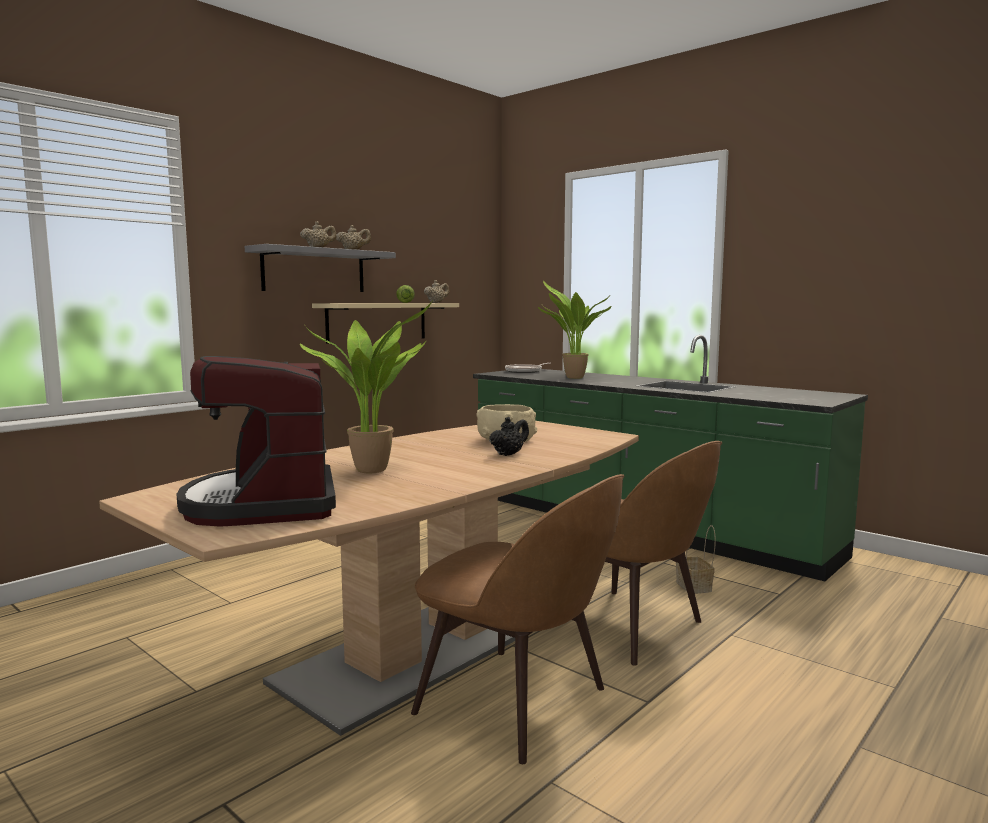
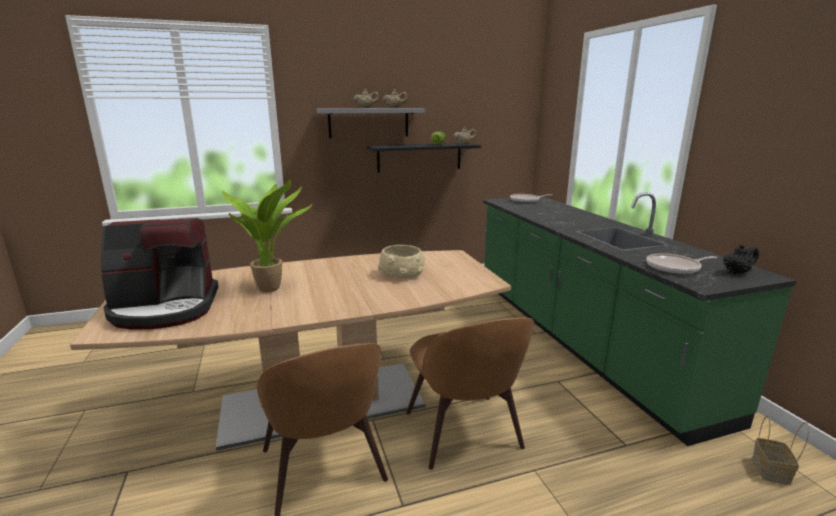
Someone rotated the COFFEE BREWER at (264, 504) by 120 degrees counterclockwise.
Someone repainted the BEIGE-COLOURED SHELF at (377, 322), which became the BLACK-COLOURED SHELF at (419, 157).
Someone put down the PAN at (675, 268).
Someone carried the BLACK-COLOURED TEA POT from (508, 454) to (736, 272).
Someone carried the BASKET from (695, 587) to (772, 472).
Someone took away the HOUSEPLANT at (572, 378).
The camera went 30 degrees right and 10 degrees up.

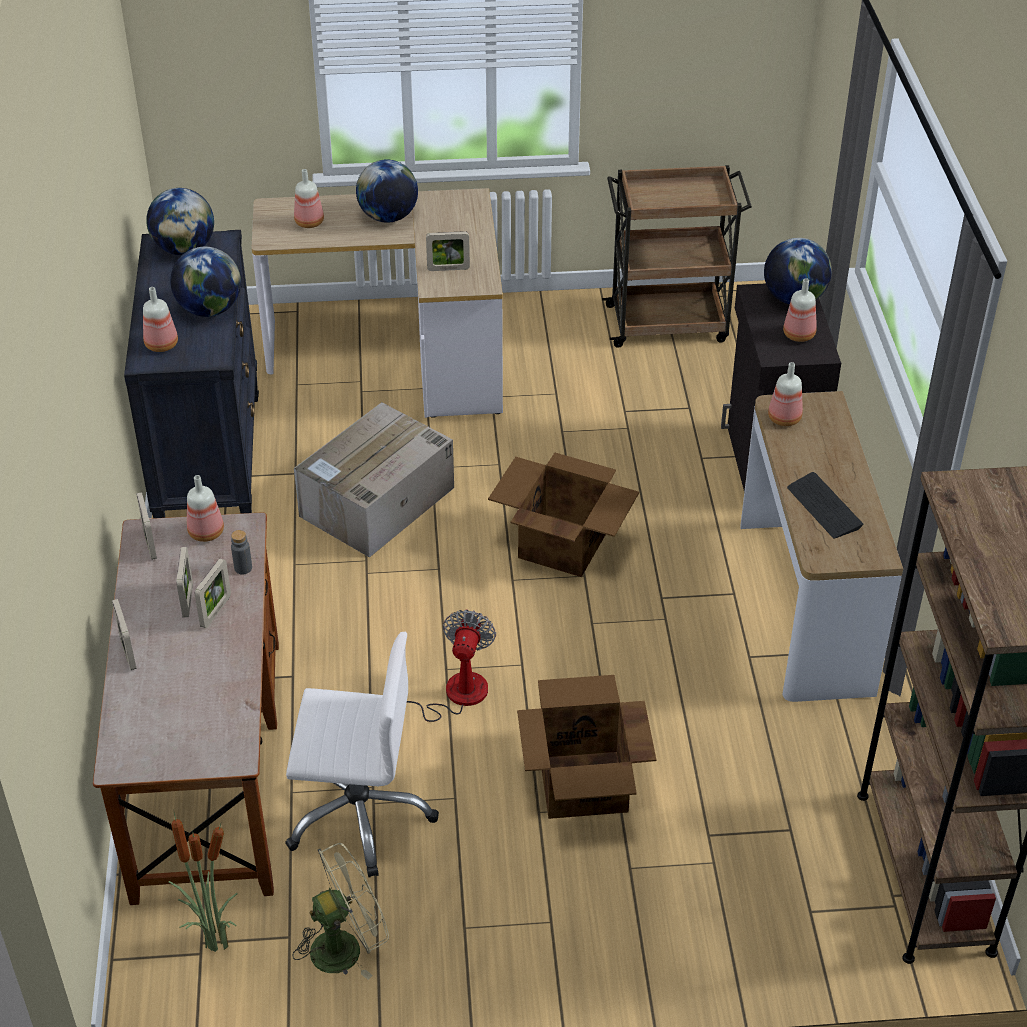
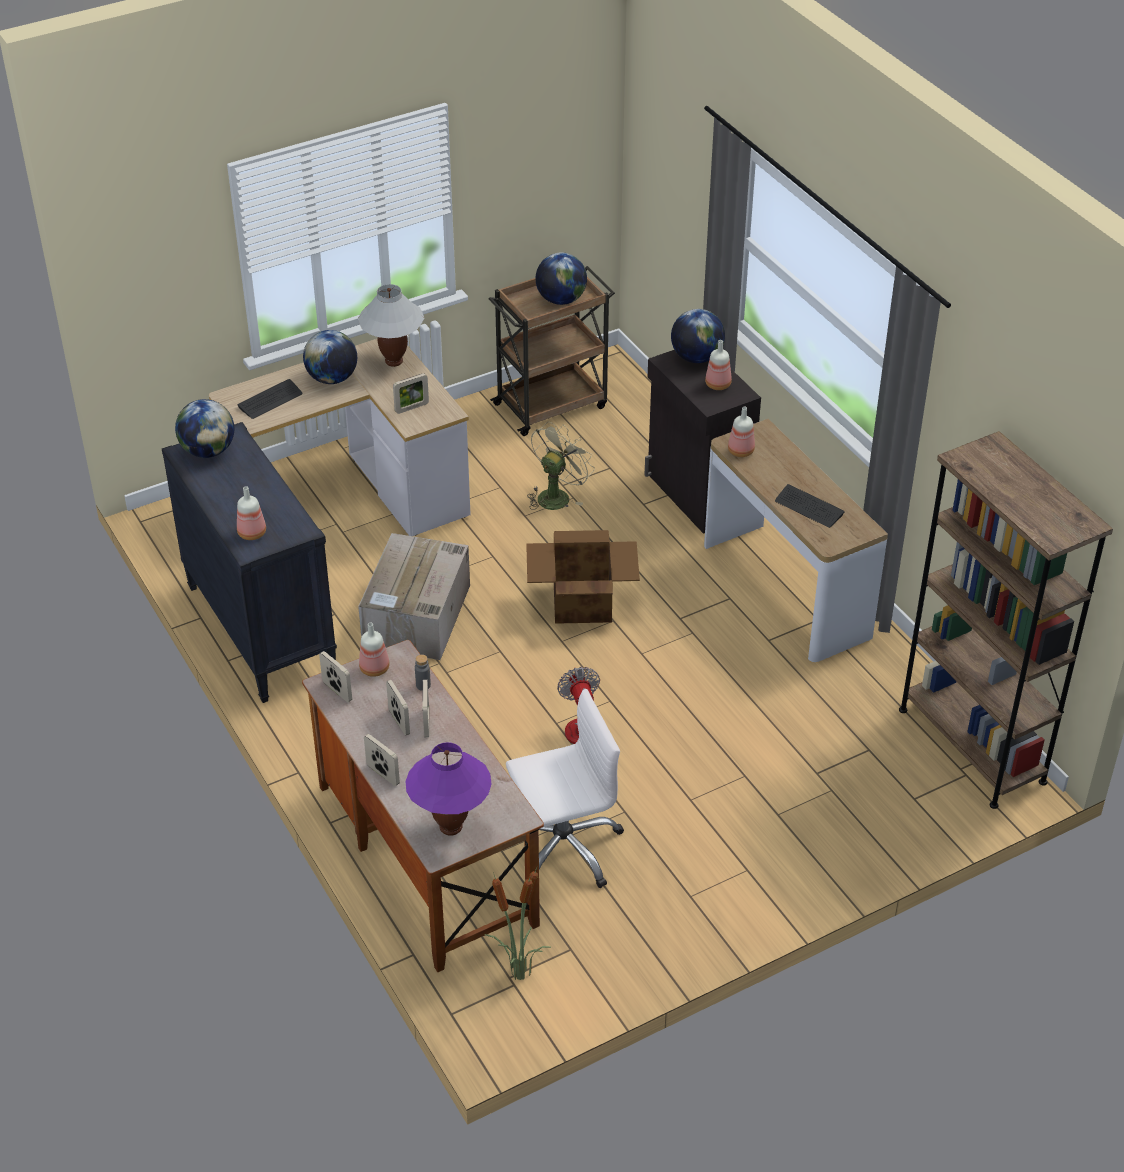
Someone swapped the DRINK BOTTLE at (310, 222) for the COMPUTER KEYBOARD at (270, 400).
Someone put down the WHITISH TABLE LAMP at (393, 362).
Someone put down the PURPLE-COLOURED TABLE LAMP at (451, 827).
Someone carried the BEIGE-COLOURED ELECTRIC FAN from (345, 945) to (557, 495).
Someone carried the DESK GLOBE from (209, 309) to (561, 300).
Someone took away the CARDBOARD BOX at (583, 785).
The camera went 25 degrees left and 0 degrees up.

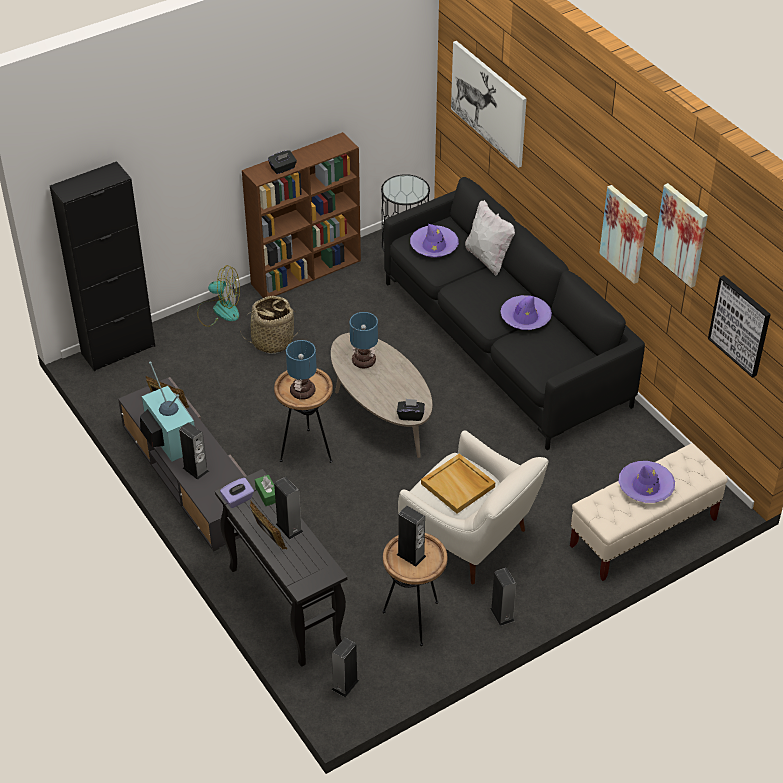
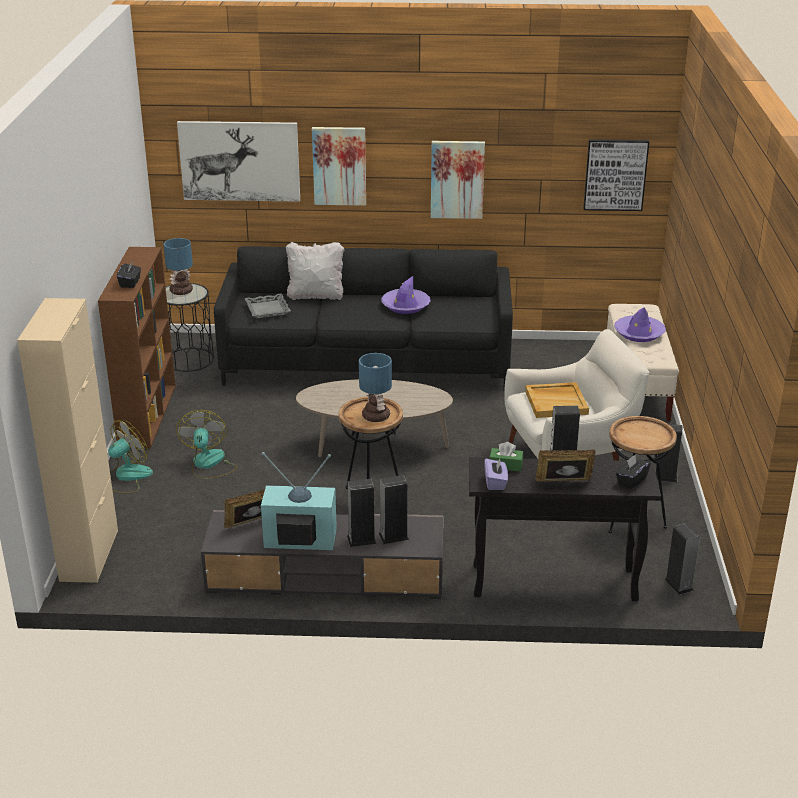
Someone repainted the BLACK-COLOURED CABINET at (118, 350), which became the BEIGE-COLOURED CABINET at (89, 555).
Someone carried the TABLE LAMP from (364, 361) to (181, 291).
Someone swapped the BASKET at (272, 341) for the ELECTRIC FAN at (209, 464).
Someone swapped the PURPLE-COLOURED CLOTHING HAT at (434, 246) for the GREY SERVING TRAY at (267, 309).
Someone carried the WALL ART from (681, 235) to (339, 166).
Someone carried the AUDIO SPEAKER from (411, 555) to (393, 536).
Someone carried the BLACK-COLOURED BOX OF TISSUES from (410, 415) to (631, 480).
The camera went 55 degrees left and 15 degrees down.

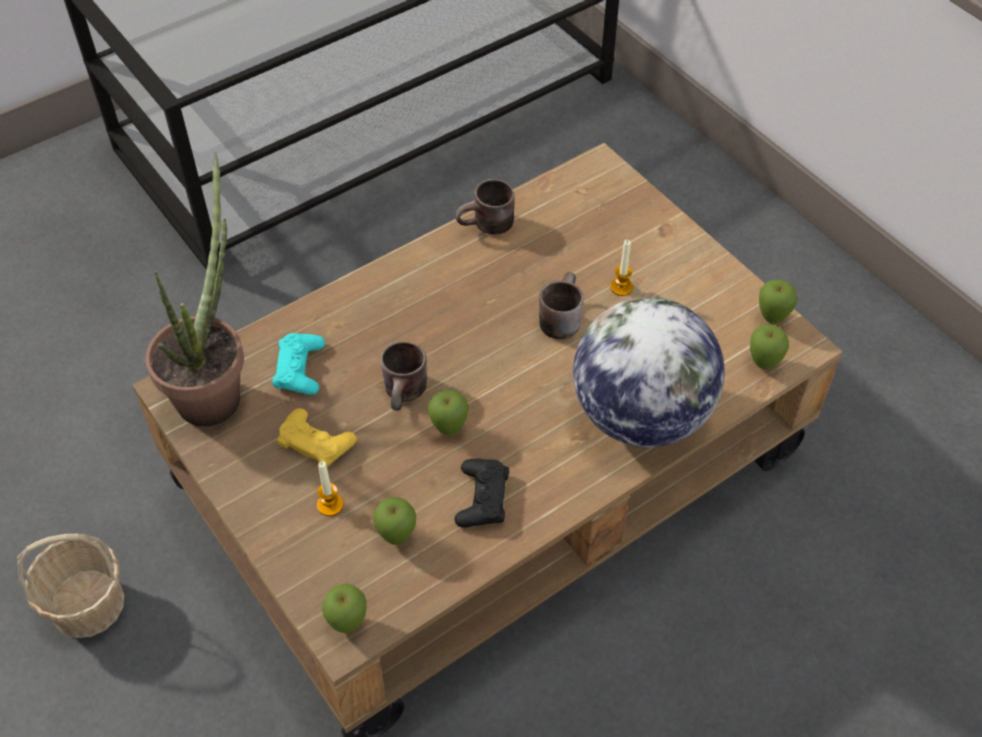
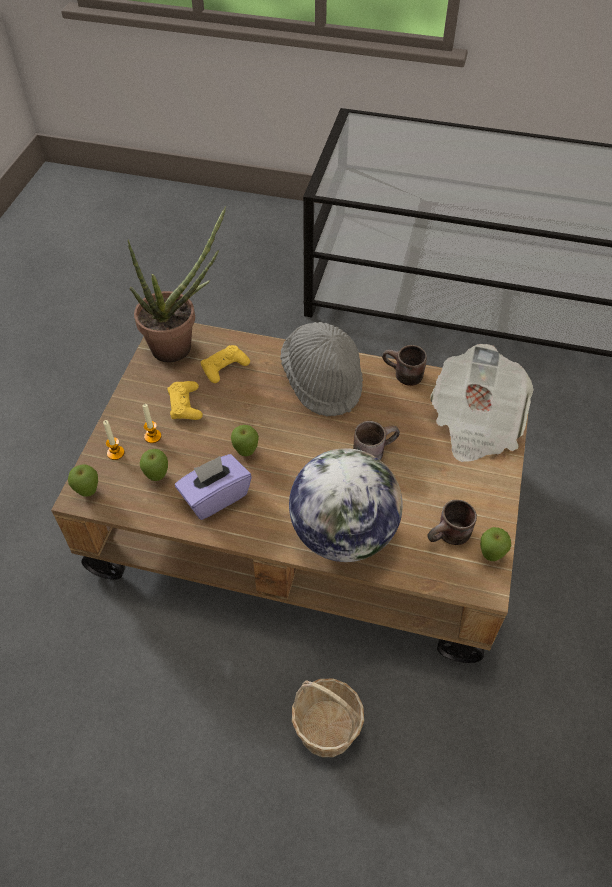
Someone carried the WAX CANDLE from (621, 287) to (115, 453).
Someone swapped the BLACK-COLOURED JOYPAD at (482, 497) for the PURPLE-COLOURED BOX OF TISSUES at (215, 496).
Someone repainted the TURQUOISE JOYPAD at (300, 368), which became the YELLOWISH JOYPAD at (224, 367).
Someone put down the GREY CLOTHING HAT at (323, 381).
Someone carried the BASKET from (86, 603) to (326, 727).
Someone carried the BROWN TEA MUG from (407, 394) to (450, 538).
Someone put down the PRINTED PAPER at (475, 423).
Someone took away the WHOLE APPLE at (763, 363).
The camera went 50 degrees right and 0 degrees up.

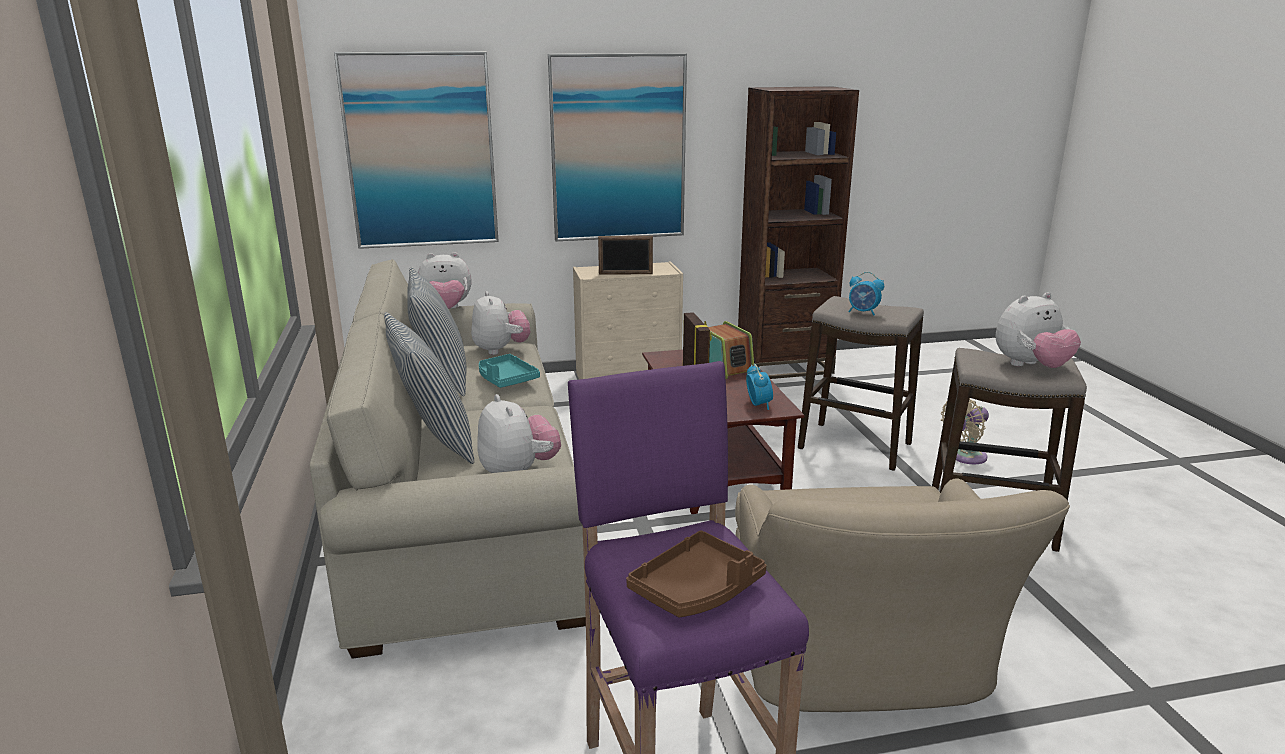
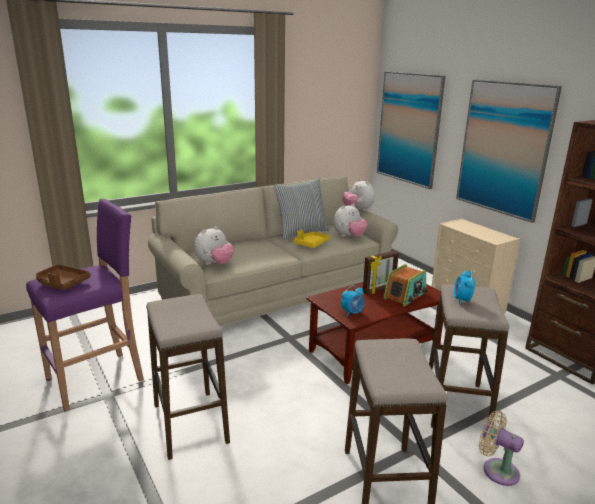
Someone swapped the BEIGE-COLOURED LOUNGE CHAIR at (859, 660) for the STOOL at (190, 424).
Someone repainted the TURQUOISE SERVING TRAY at (506, 379), which became the YELLOWISH SERVING TRAY at (311, 244).
Someone took away the THROW PILLOW at (433, 442).
Someone took away the STANDING FRAME at (625, 274).
Someone took away the SOFT TOY at (1031, 367).
The camera went 70 degrees right and 0 degrees up.

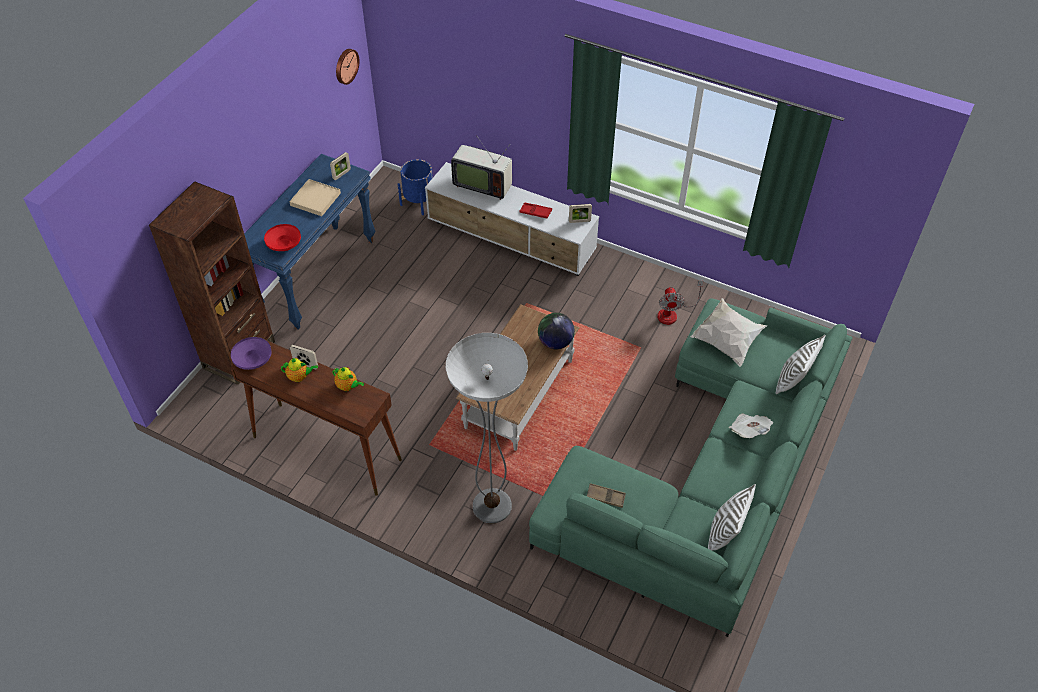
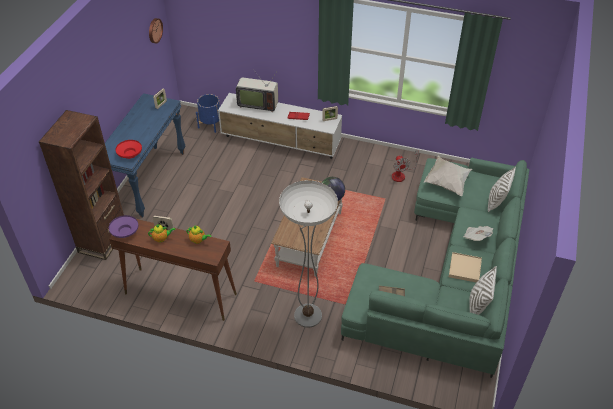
Someone carried the BEIGE-COLOURED SERVING TRAY from (315, 199) to (465, 268).
The camera went 10 degrees left and 5 degrees down.

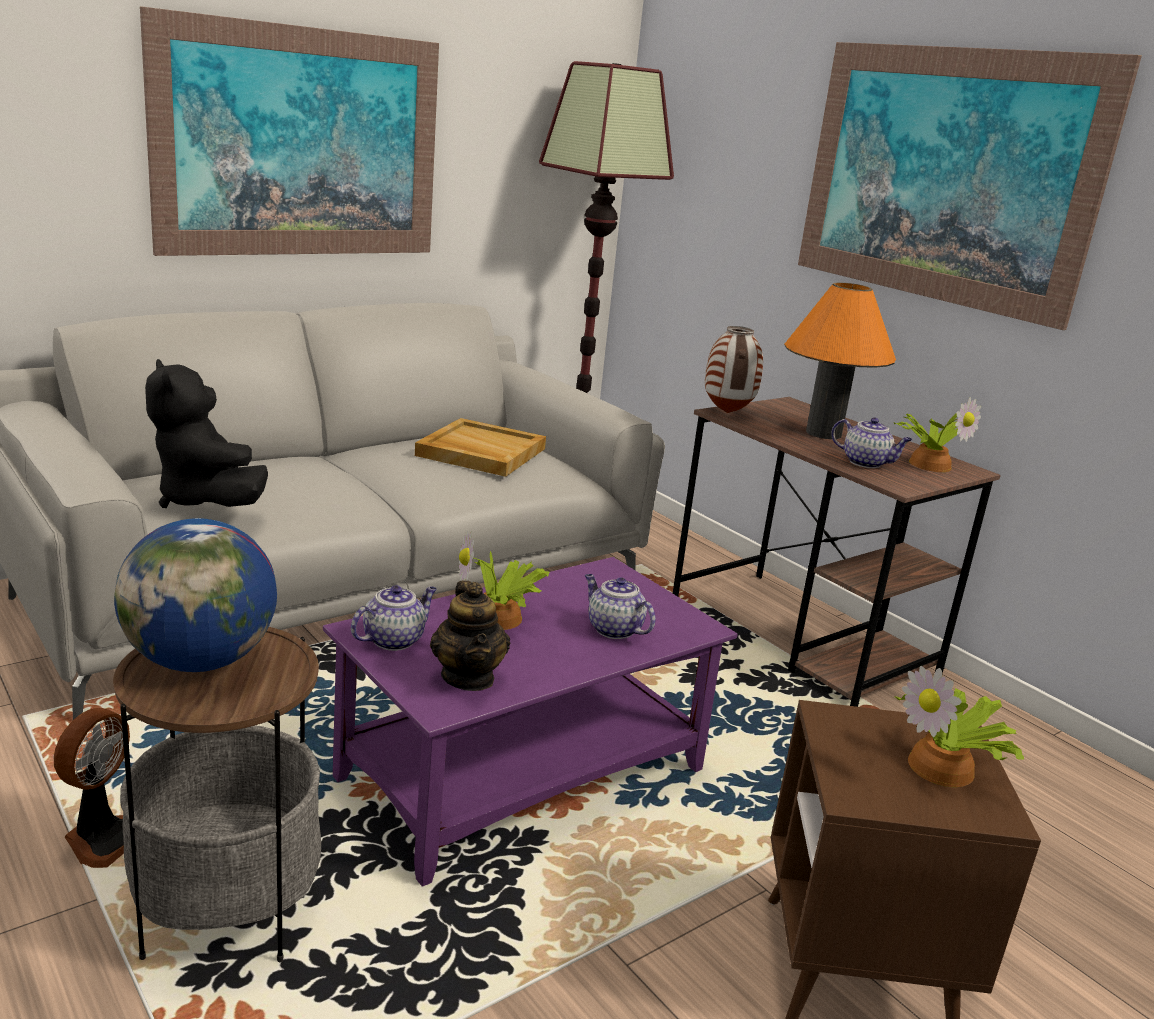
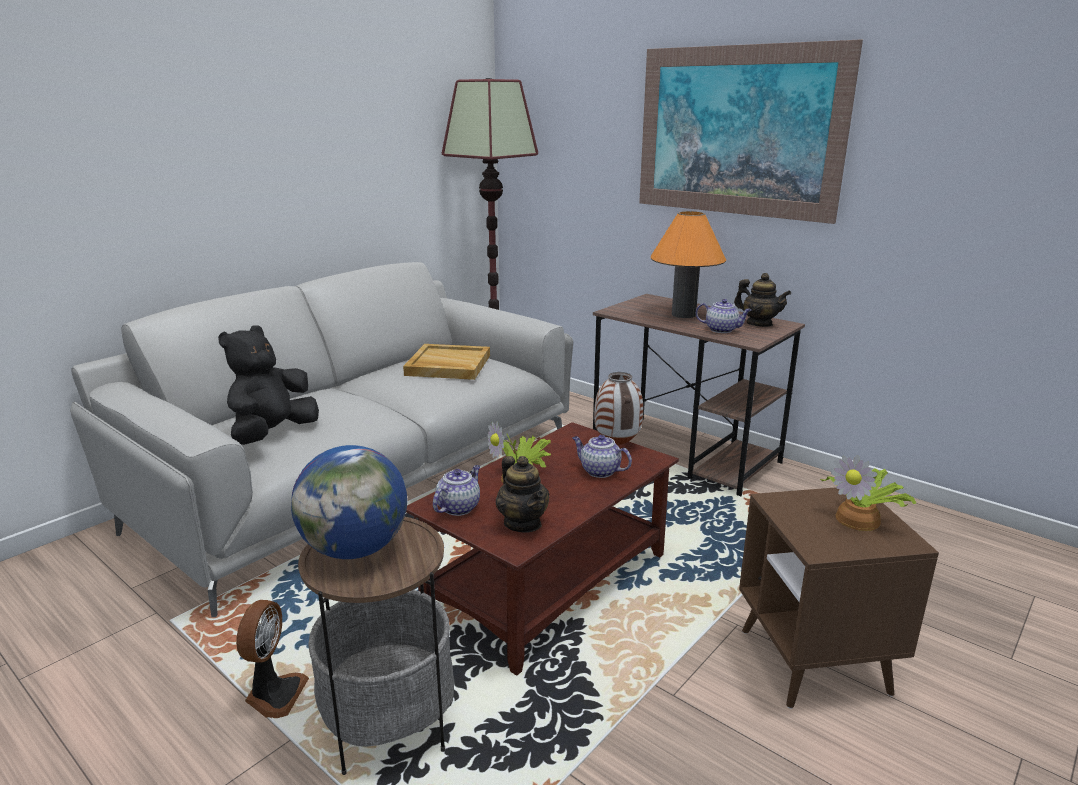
Someone rotated the BLACK-COLOURED SOFT TOY at (205, 501) by 75 degrees clockwise.
Someone repainted the PURPLE-COLOURED COFFEE TABLE at (525, 773), which became the BROWN COFFEE TABLE at (549, 582).
Someone carried the FLOWER VASE from (728, 413) to (618, 445).
Someone swapped the HOUSEPLANT at (929, 463) for the TEA POT at (759, 324).
Someone took away the WALL ART at (301, 144).
The camera went 10 degrees left and 0 degrees up.

